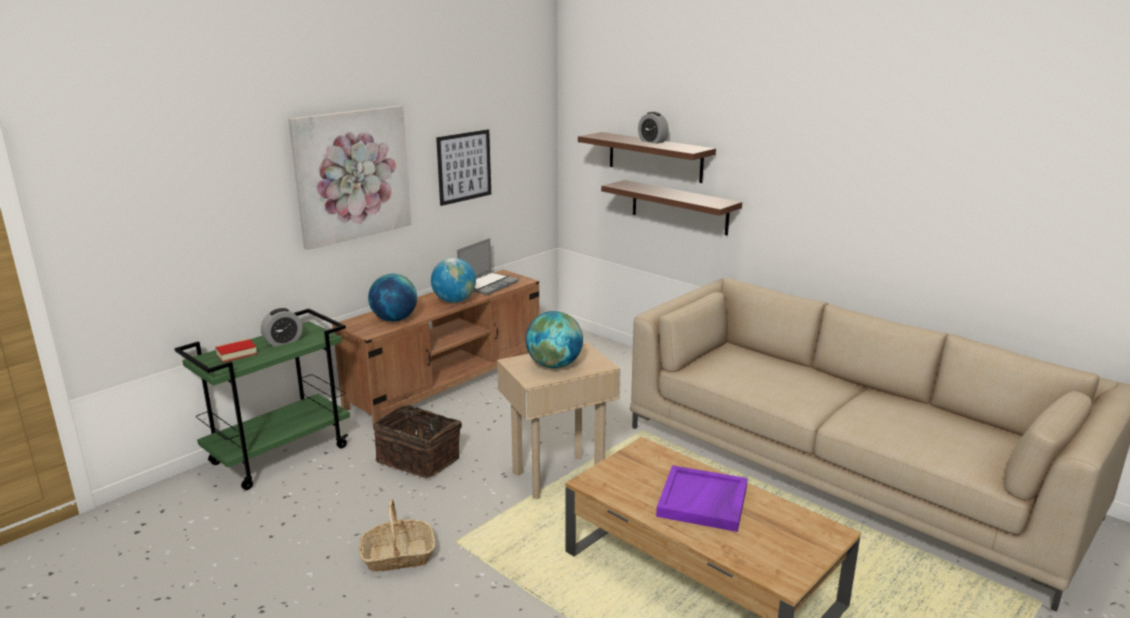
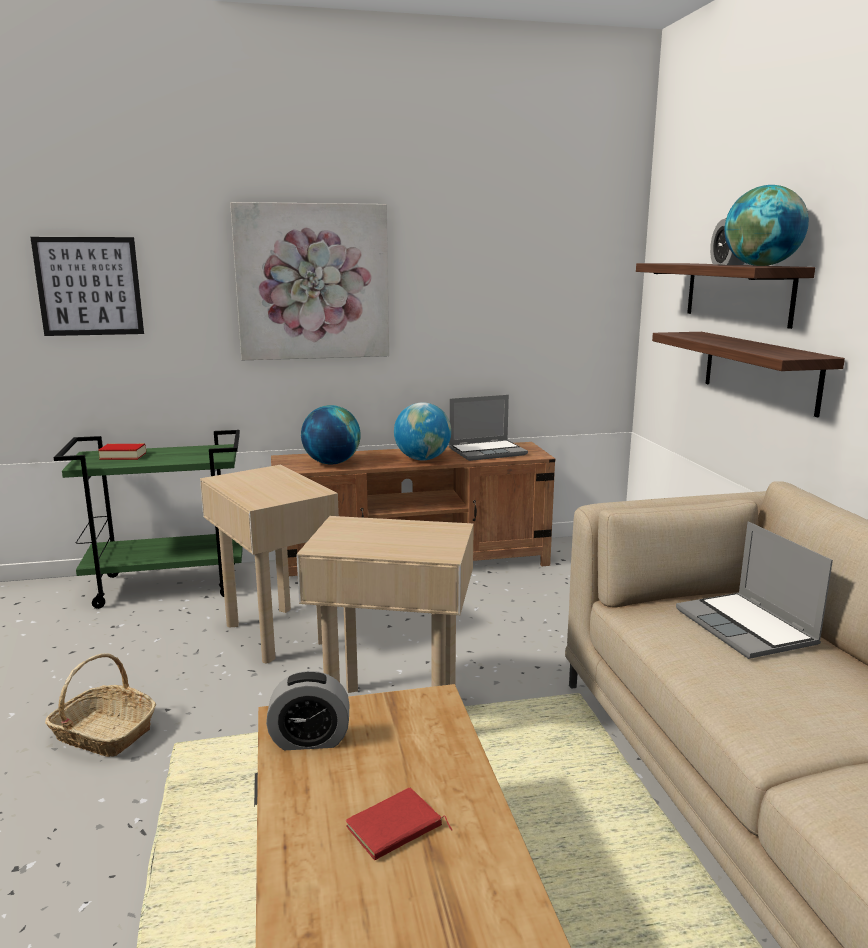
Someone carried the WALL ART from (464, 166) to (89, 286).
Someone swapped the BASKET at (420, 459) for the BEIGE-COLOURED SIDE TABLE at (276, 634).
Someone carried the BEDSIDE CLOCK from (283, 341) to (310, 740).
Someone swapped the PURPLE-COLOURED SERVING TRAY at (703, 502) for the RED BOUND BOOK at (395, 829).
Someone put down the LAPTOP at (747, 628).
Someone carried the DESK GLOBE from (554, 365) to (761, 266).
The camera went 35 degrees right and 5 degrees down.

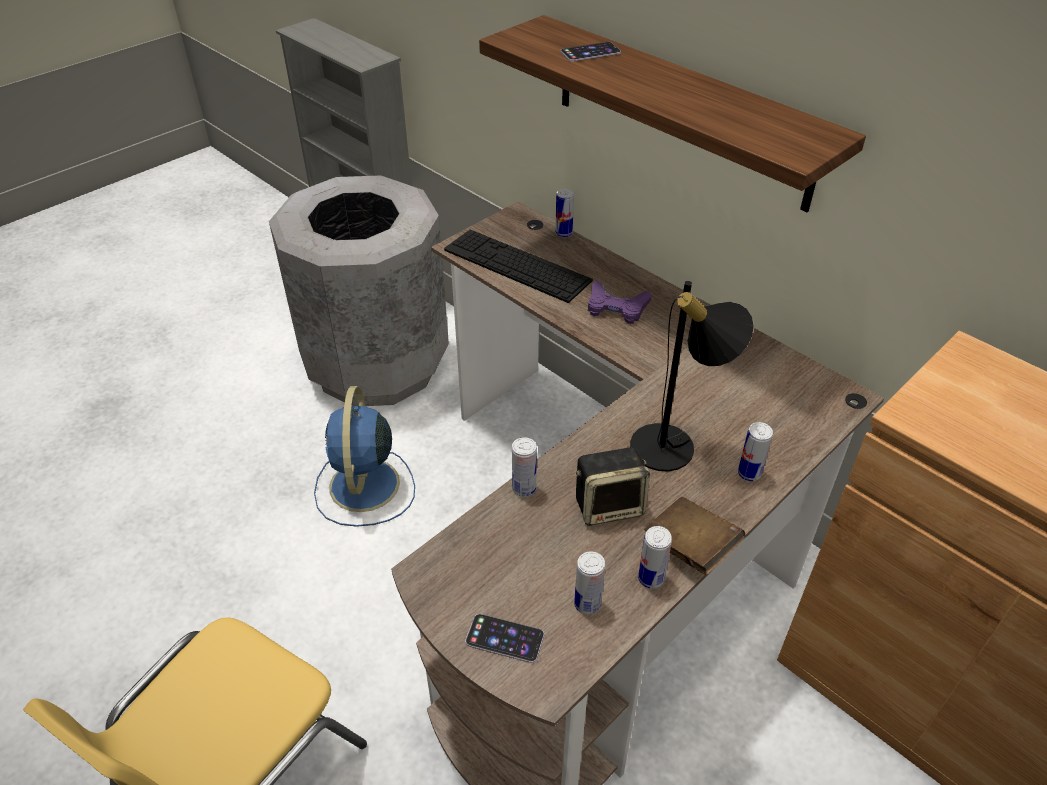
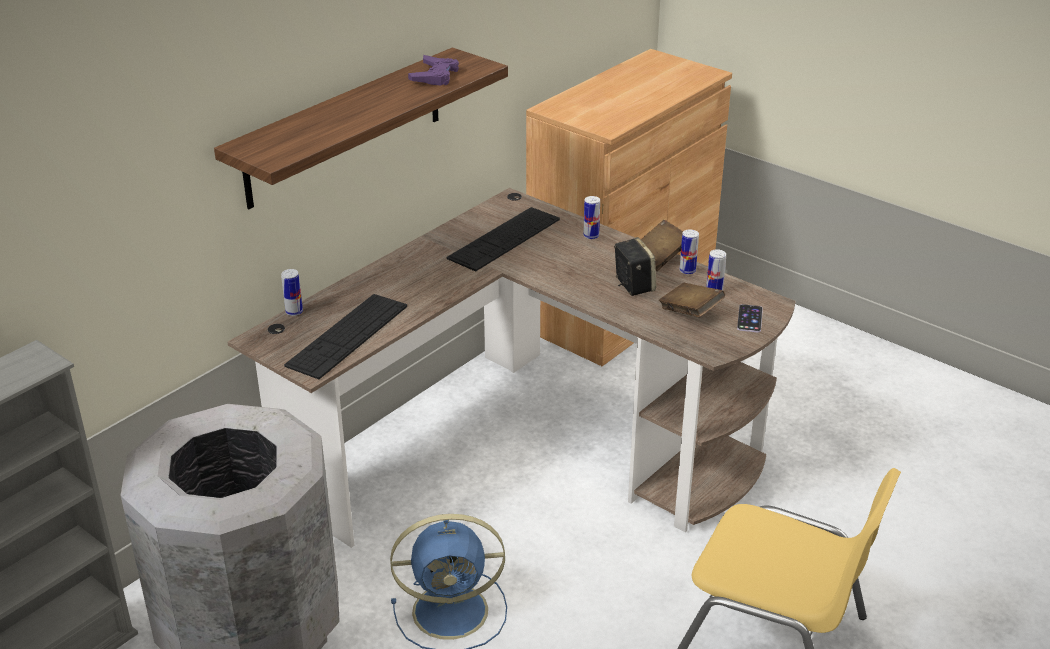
Someone carried the PURPLE-COLOURED JOYPAD from (616, 307) to (435, 76).
Someone put down the COMPUTER KEYBOARD at (504, 238).
Someone put down the BROWN BOUND BOOK at (690, 312).
Someone took away the SEALED CAN at (524, 488).
Someone took away the TELEPHONE at (590, 52).
Someone took away the BLACK-COLOURED TABLE LAMP at (675, 446).
The camera went 95 degrees left and 10 degrees down.

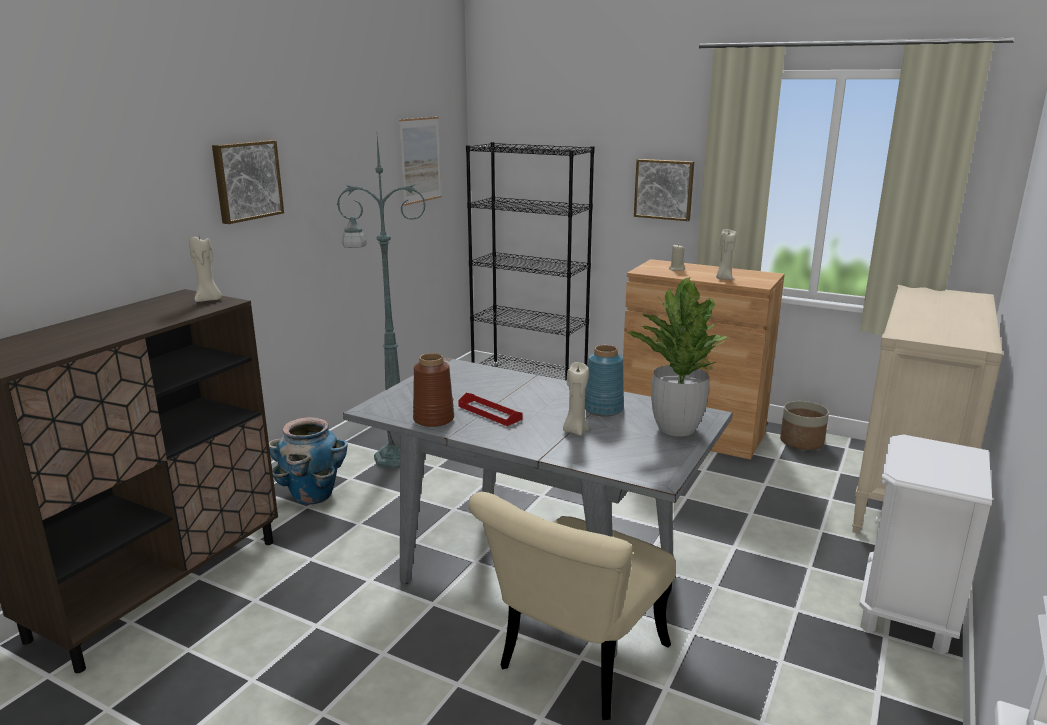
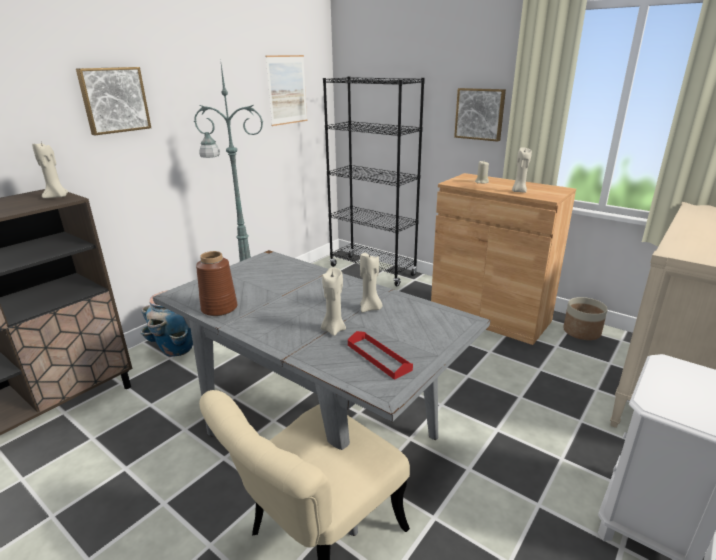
Someone carried the RED SERVING TRAY from (489, 412) to (378, 357).
Someone swapped the BLUE FLOWER VASE at (603, 409) for the BEIGE-COLOURED WAX CANDLE at (370, 308).
Someone took away the HOUSEPLANT at (676, 428).
The camera went 10 degrees right and 5 degrees up.

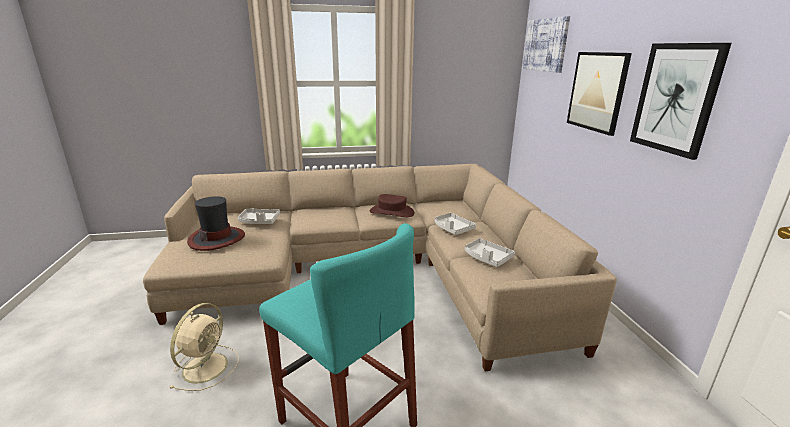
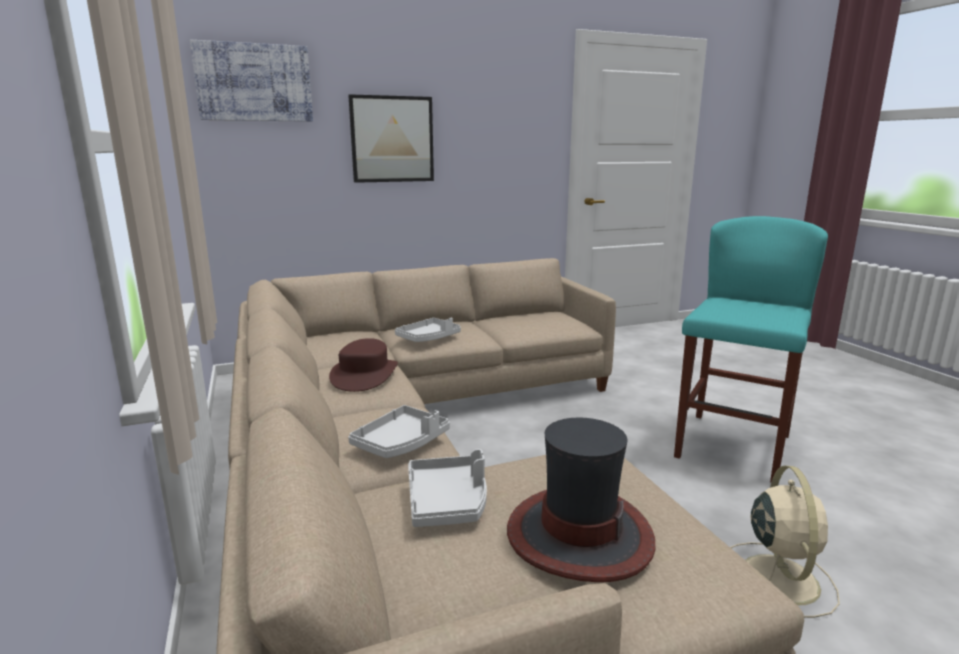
Someone carried the GREY SERVING TRAY from (487, 258) to (401, 443).
Someone rotated the BEIGE-COLOURED ELECTRIC FAN at (206, 366) by 90 degrees clockwise.
Someone took away the WALL ART at (675, 98).
The camera went 100 degrees left and 5 degrees down.

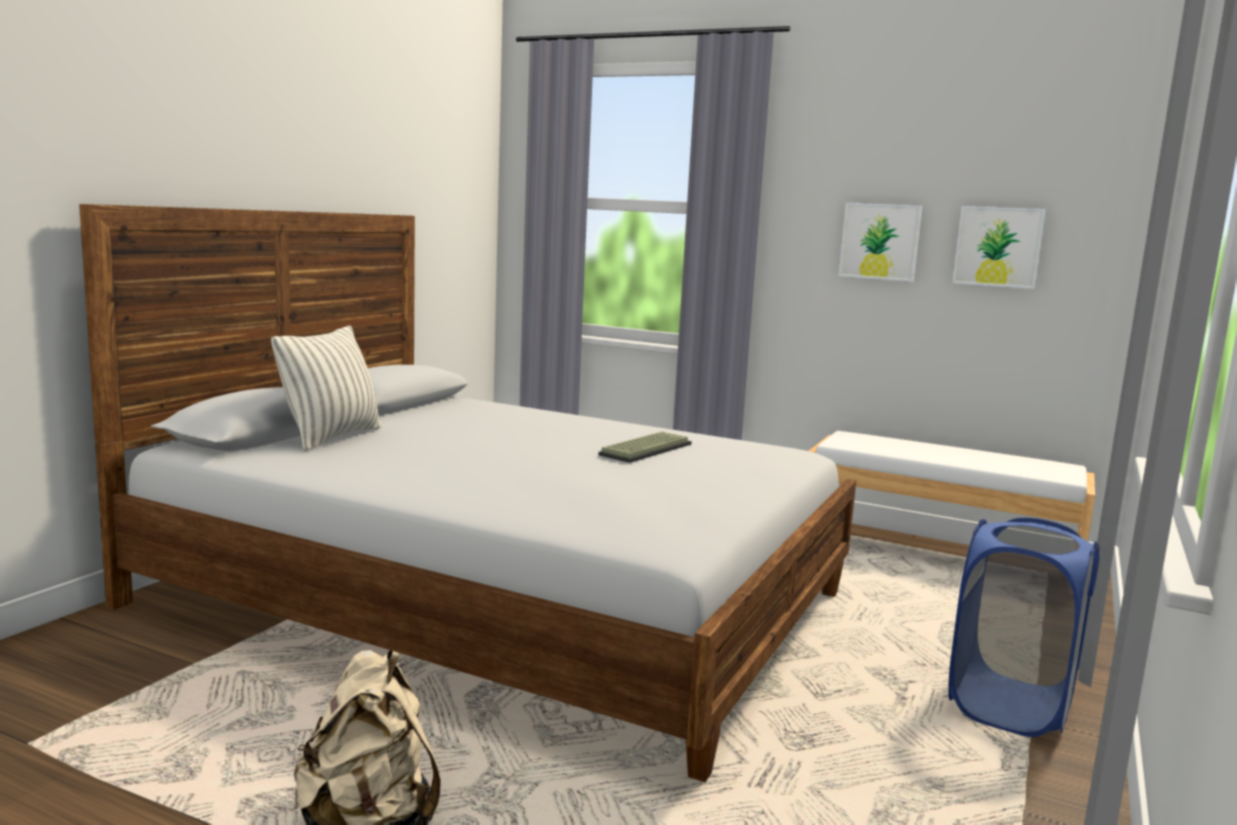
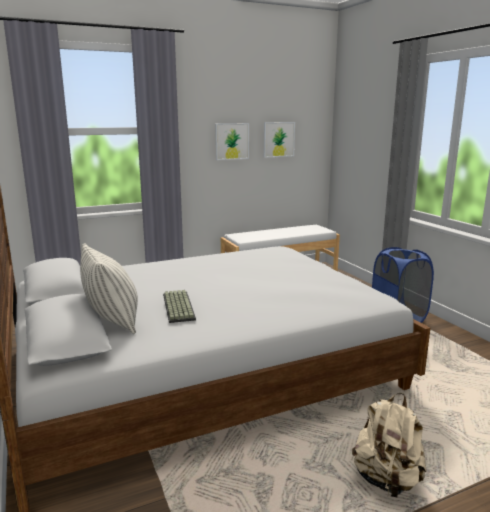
Someone carried the COMPUTER KEYBOARD from (645, 449) to (177, 306).
The camera went 50 degrees left and 5 degrees up.

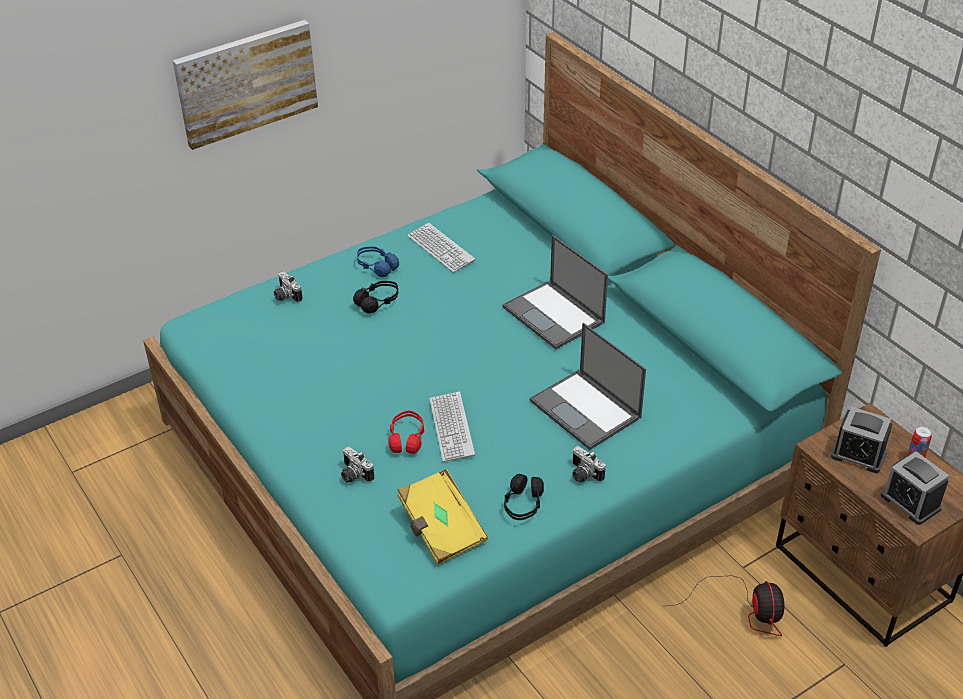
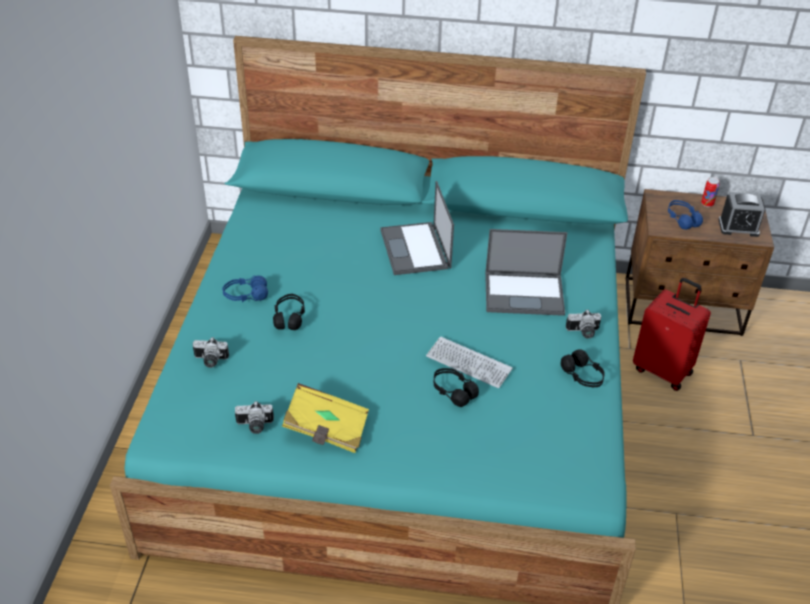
Someone carried the STILL CAMERA from (353, 475) to (254, 426).
Someone carried the YELLOWISH BOUND BOOK from (440, 529) to (326, 430).
Someone rotated the LAPTOP at (554, 315) by 75 degrees clockwise.
Someone repainted the RED HEADSET at (407, 438), which became the BLACK-COLOURED HEADSET at (453, 392).
Someone swapped the ELECTRIC FAN at (744, 610) for the RED PIECE OF LUGGAGE at (663, 370).
Someone swapped the BEDSIDE CLOCK at (858, 454) for the BLUE HEADSET at (682, 219).
Someone took away the WALL ART at (246, 82).
Someone took away the COMPUTER KEYBOARD at (441, 249).
The camera went 50 degrees left and 0 degrees up.

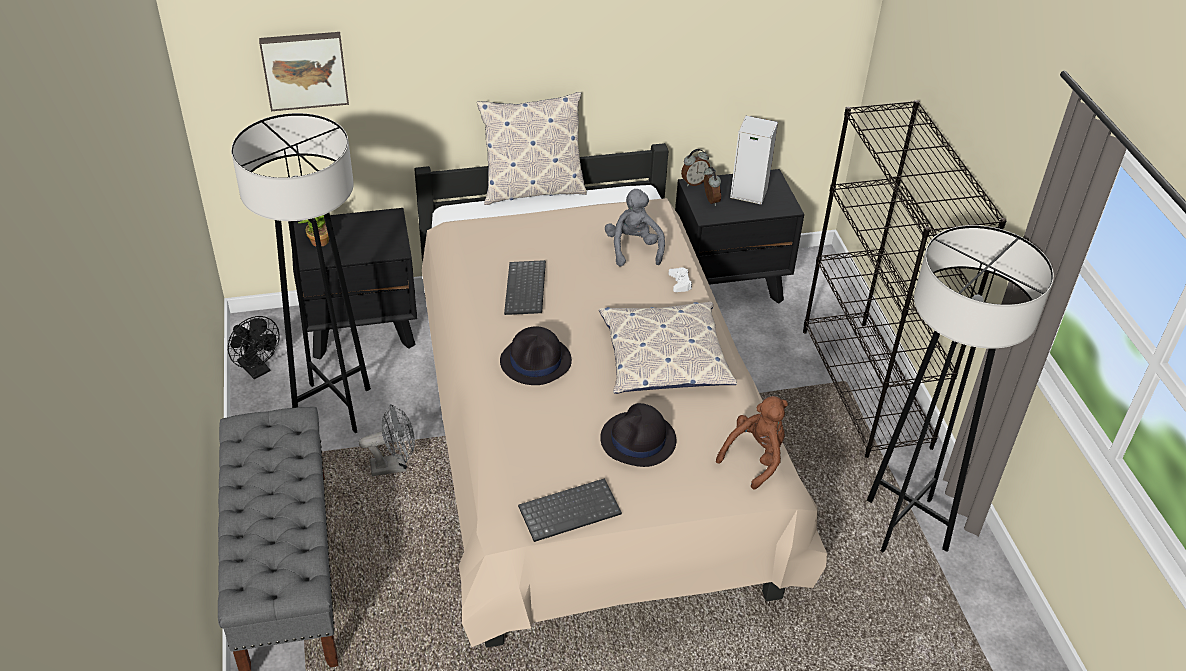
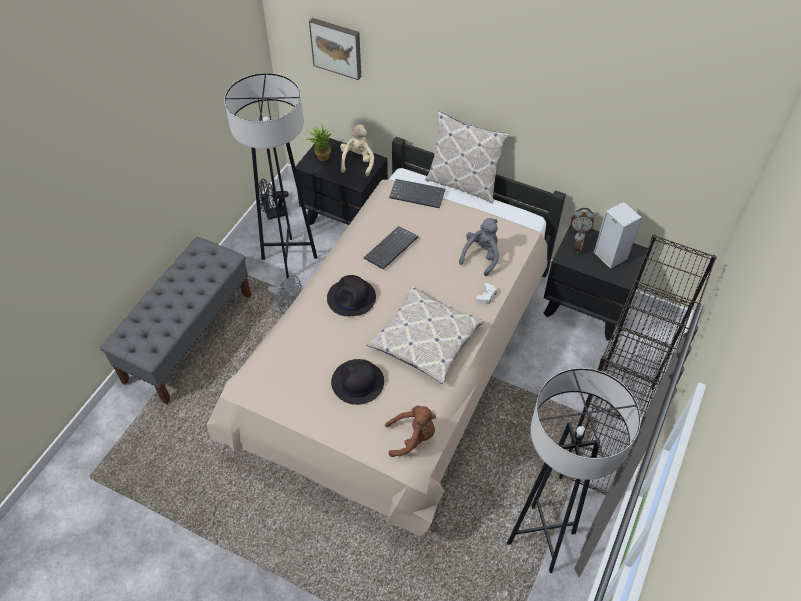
Someone rotated the BLACK-COLOURED ELECTRIC FAN at (257, 370) by 75 degrees clockwise.
Someone put down the BEIGE-COLOURED SOFT TOY at (358, 162).
Someone carried the COMPUTER KEYBOARD from (570, 510) to (418, 194).
The camera went 40 degrees right and 10 degrees up.

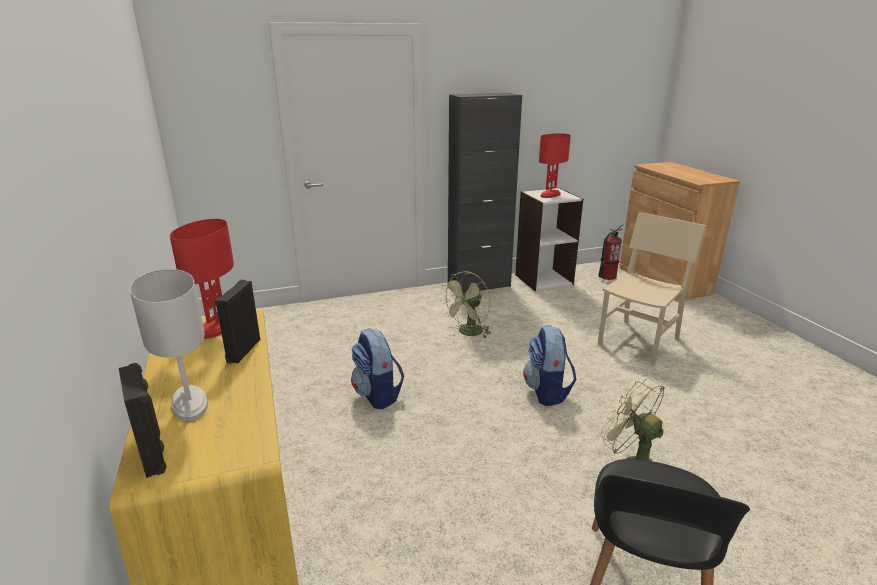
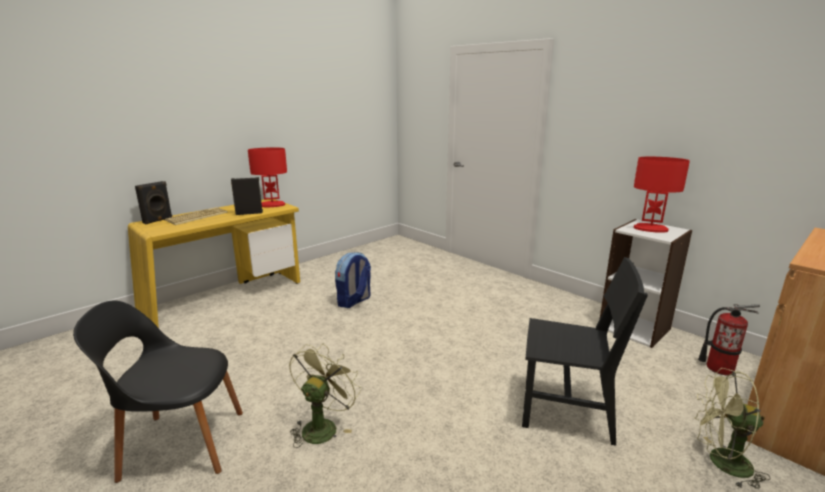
Someone swapped the WHITISH TABLE LAMP at (189, 404) for the COMPUTER KEYBOARD at (197, 216).
Someone repainted the BEIGE-COLOURED CHAIR at (638, 341), which became the BLACK-COLOURED CHAIR at (567, 411).
Someone carried the GREENISH ELECTRIC FAN from (468, 333) to (721, 463).
Someone took away the BLACK-COLOURED CABINET at (479, 285).
Someone took away the BACKPACK at (547, 392).
The camera went 65 degrees right and 5 degrees down.

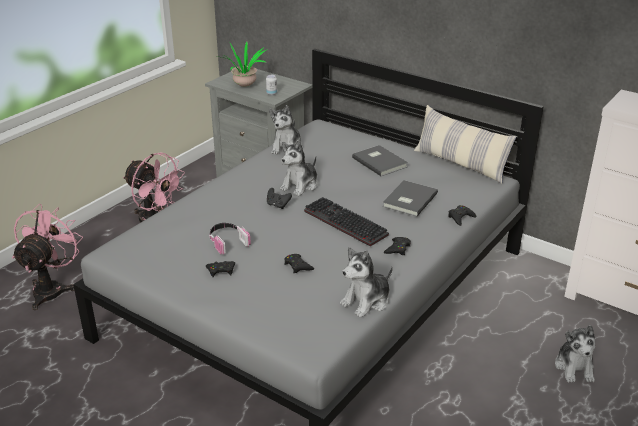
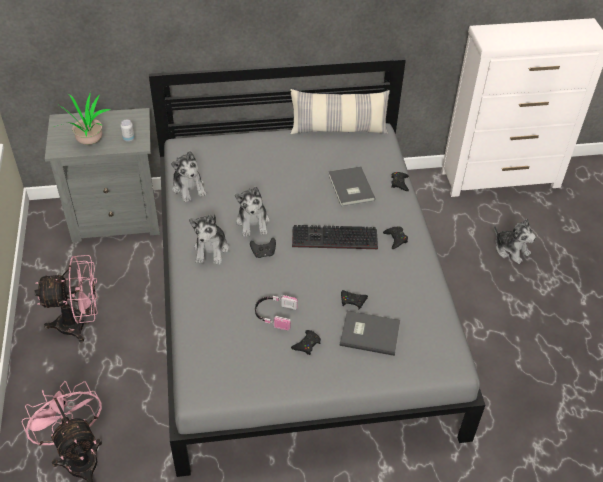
Someone carried the SOFT TOY from (367, 301) to (211, 249).
Someone carried the GREY BOUND BOOK from (380, 161) to (369, 333).
The camera went 45 degrees left and 15 degrees up.

